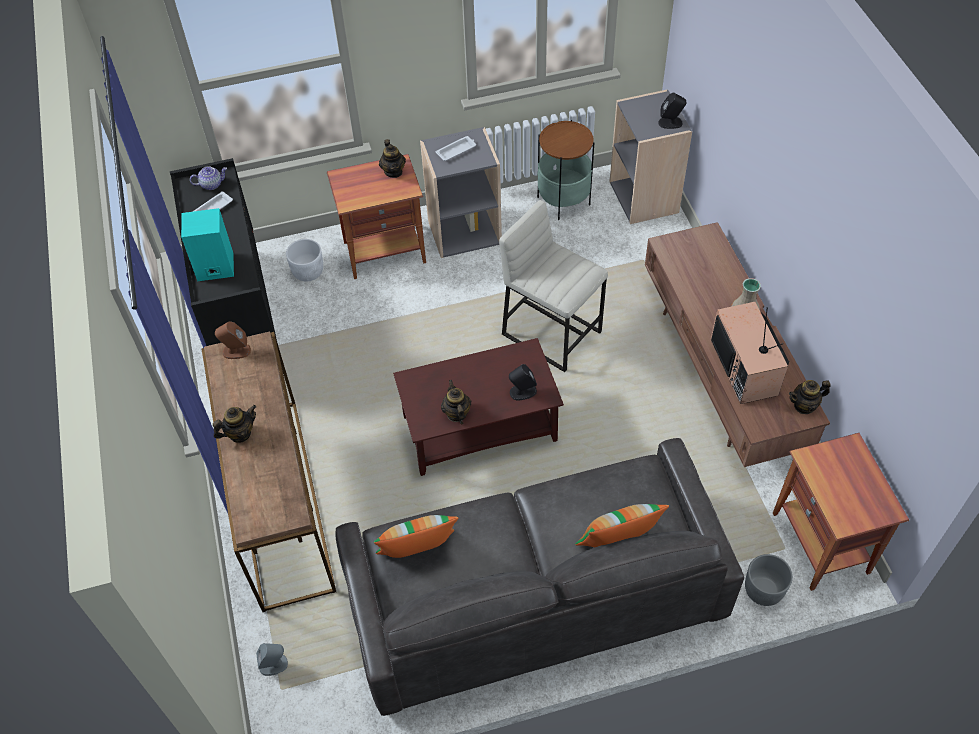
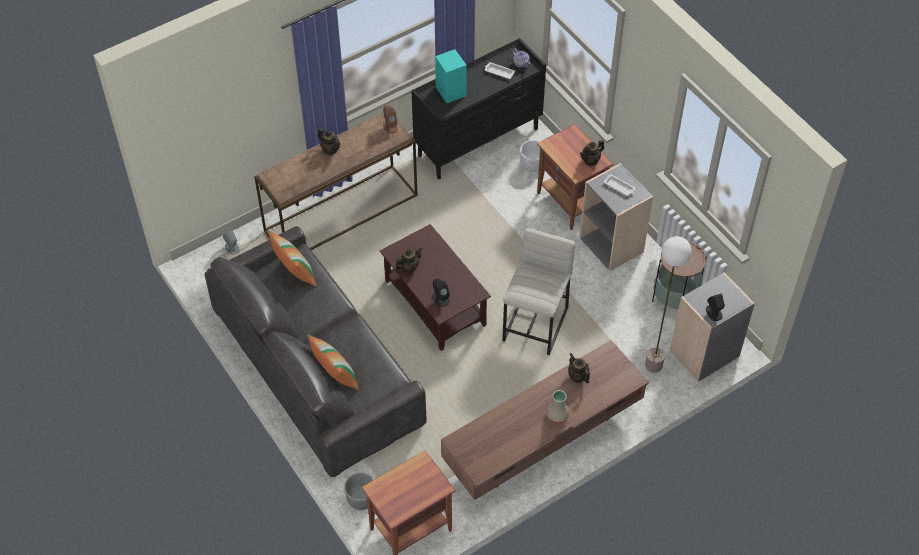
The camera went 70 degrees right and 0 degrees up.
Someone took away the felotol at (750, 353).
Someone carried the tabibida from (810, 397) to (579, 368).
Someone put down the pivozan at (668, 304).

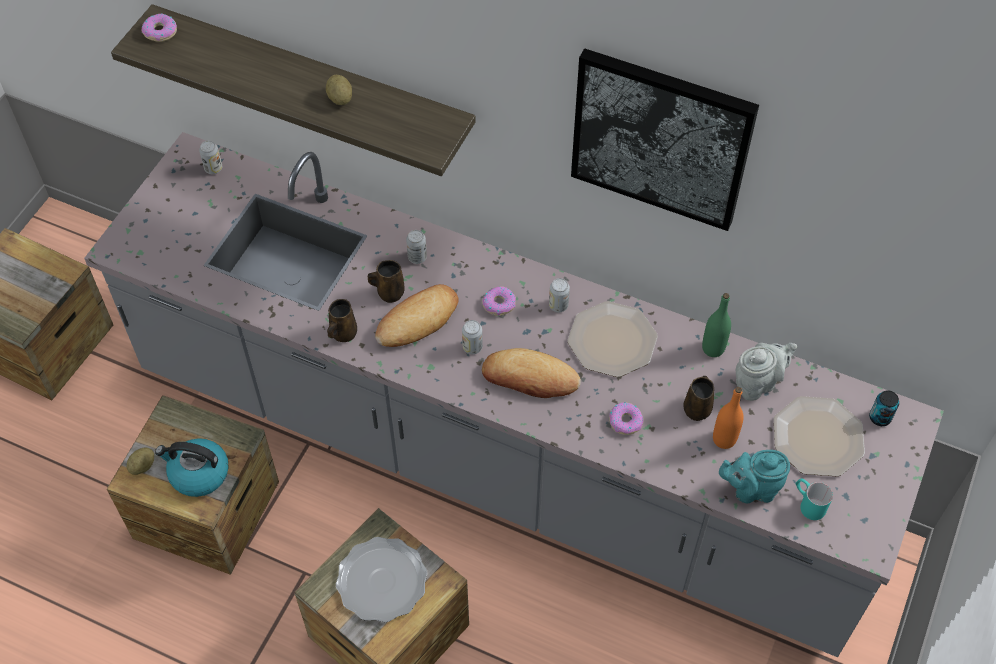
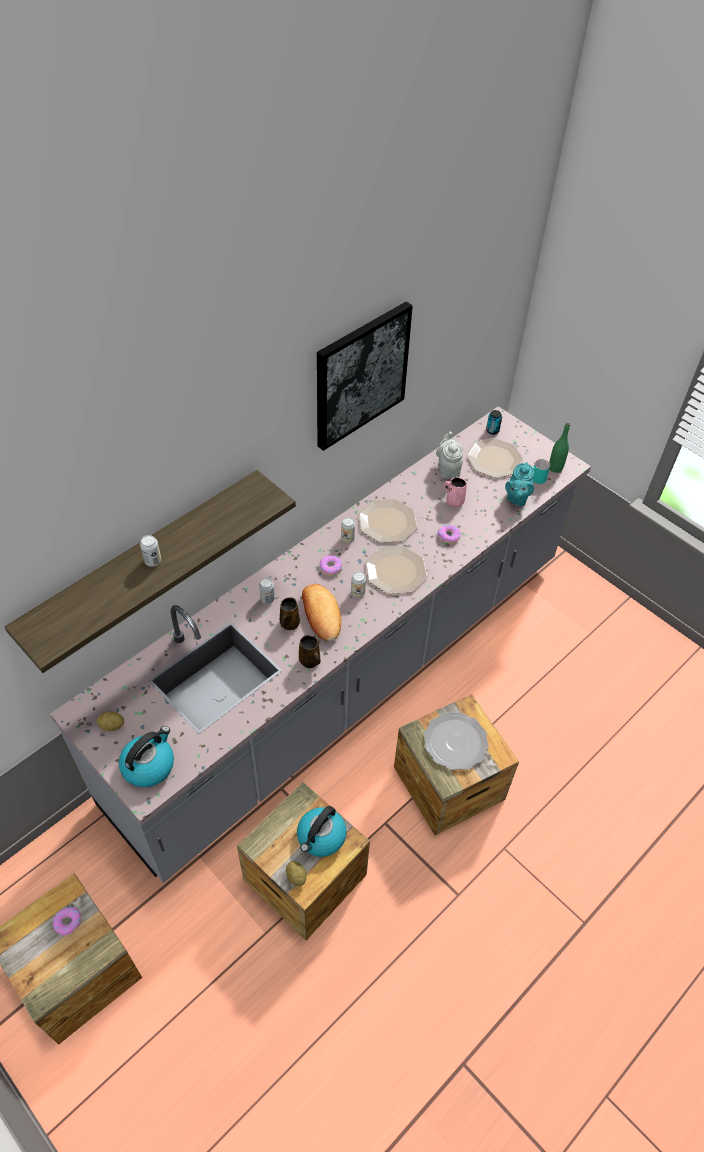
The camera went 70 degrees left and 5 degrees down.
Someone carried the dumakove from (159, 27) to (67, 921).
Someone carried the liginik from (210, 157) to (150, 550).
Someone carried the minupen from (339, 90) to (110, 721).
Someone swapped the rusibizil at (531, 373) for the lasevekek at (396, 570).
Someone repainted the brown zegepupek at (698, 398), which became the pink zegepupek at (455, 492).
Someone carried the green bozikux from (716, 325) to (559, 448).
Someone took away the orange bozikux at (728, 418).
Someone put down the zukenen at (146, 756).

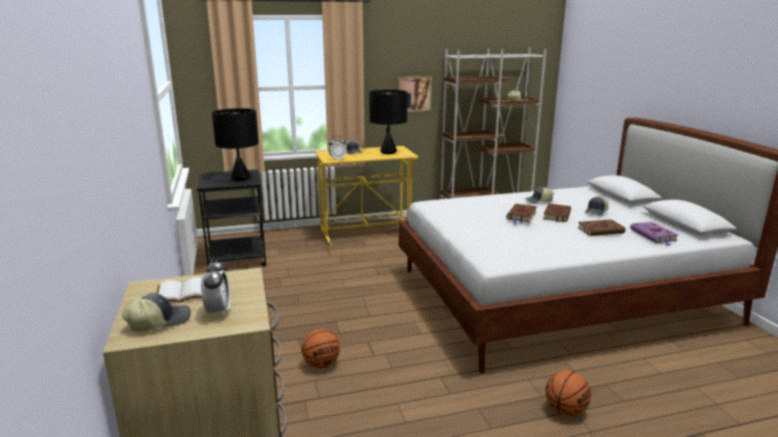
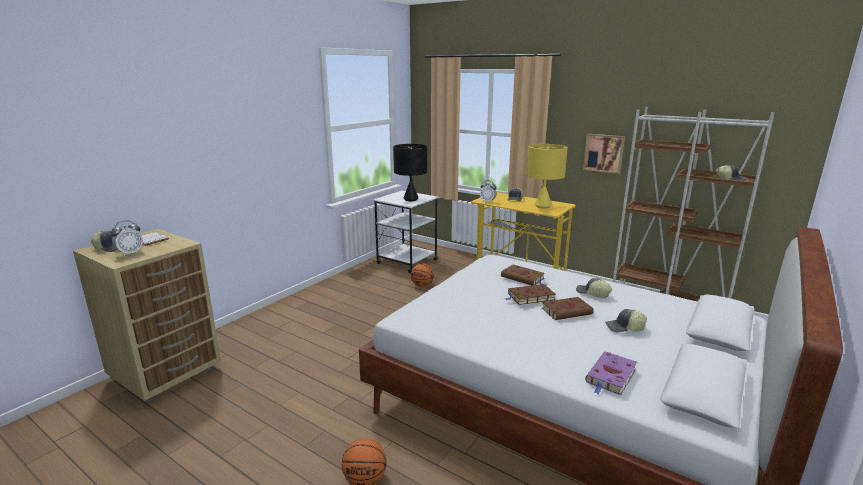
The camera went 50 degrees right and 0 degrees up.
Someone repainted the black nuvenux at (232, 220), which became the white nuvenux at (406, 232).
Someone carried the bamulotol from (321, 348) to (422, 275).
Someone repainted the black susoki at (388, 122), which became the yellow susoki at (547, 176).
Someone carried the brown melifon from (601, 227) to (523, 275).

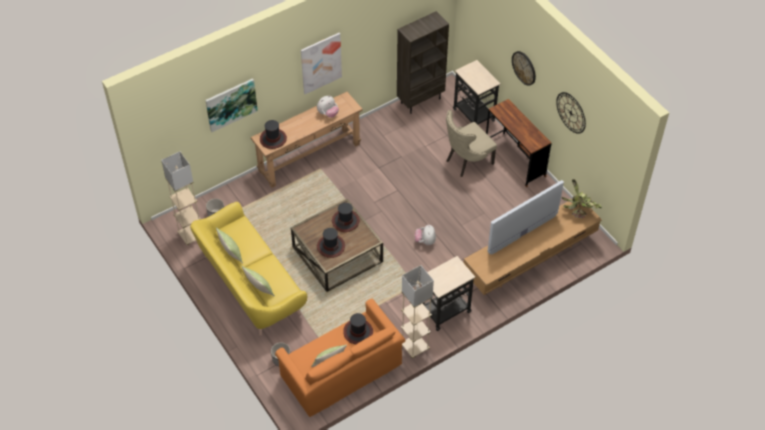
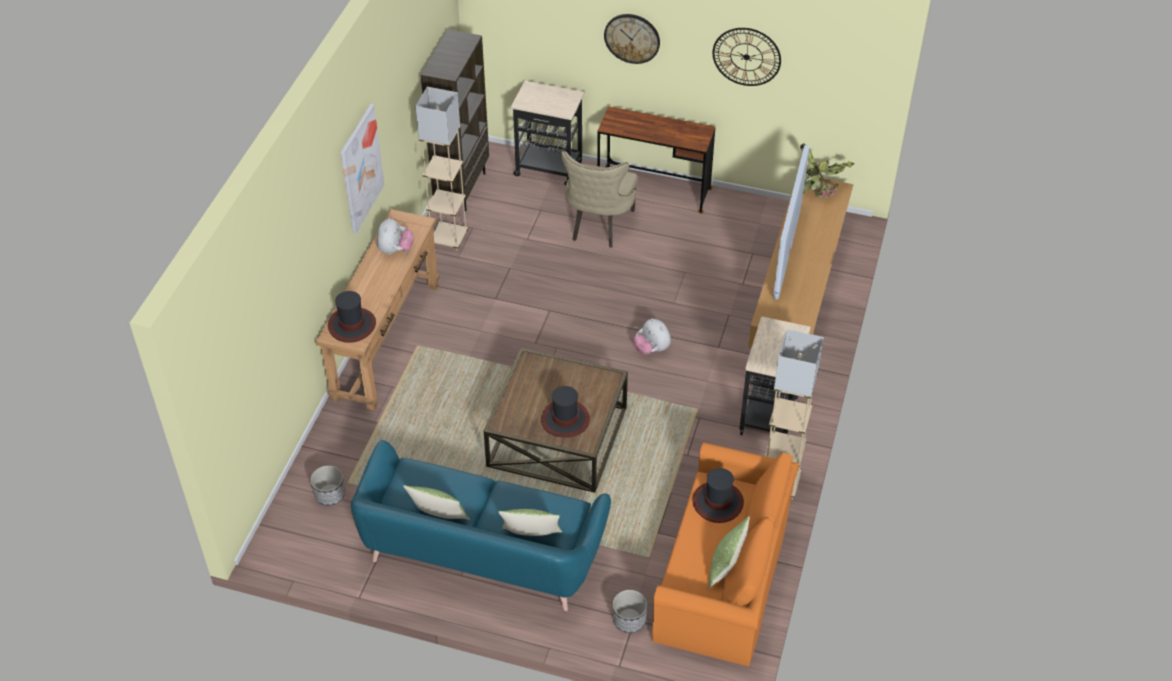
The camera went 40 degrees left and 5 degrees down.
Someone carried the beige pivozan from (181, 198) to (442, 168).
Someone repainted the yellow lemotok at (248, 269), which became the turquoise lemotok at (481, 525).
Someone took away the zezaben at (231, 105).
Someone took away the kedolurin at (346, 217).

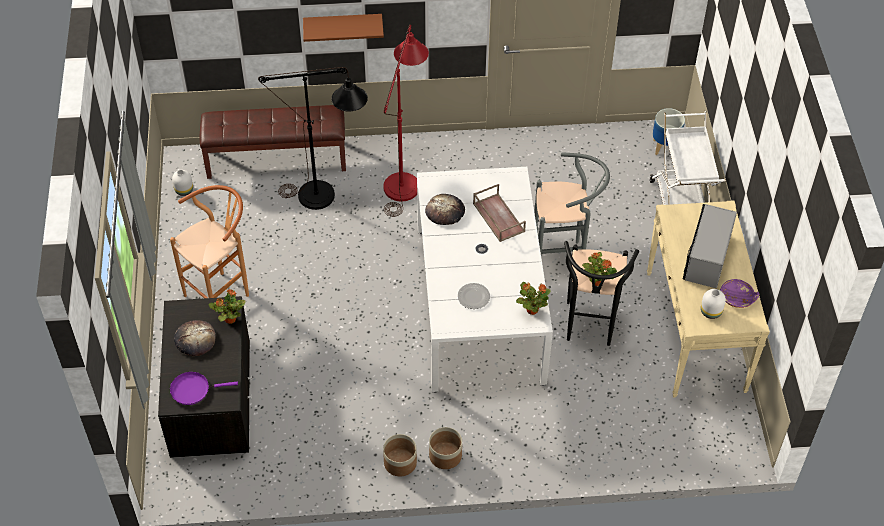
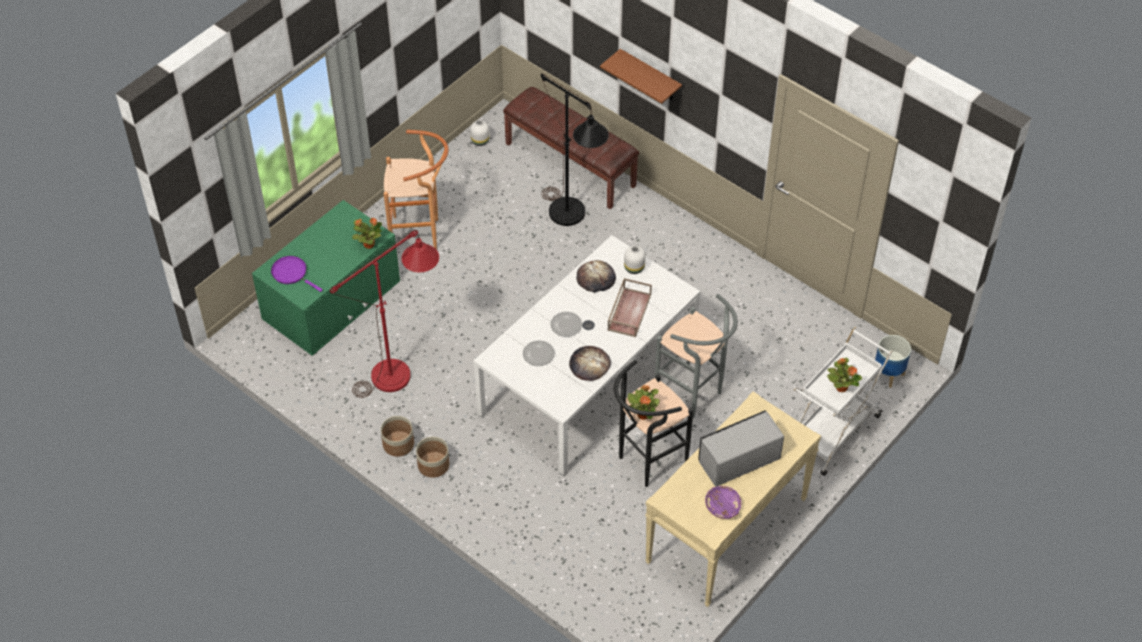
The camera went 45 degrees right and 0 degrees up.
Someone repainted the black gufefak at (205, 377), which became the green gufefak at (326, 278).
Someone carried the rusibizil from (194, 338) to (590, 363).
Someone carried the red pivozan from (406, 120) to (384, 314).
Someone carried the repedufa from (533, 298) to (844, 375).
Someone carried the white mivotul from (713, 304) to (634, 260).
Someone put down the lasevekek at (566, 324).

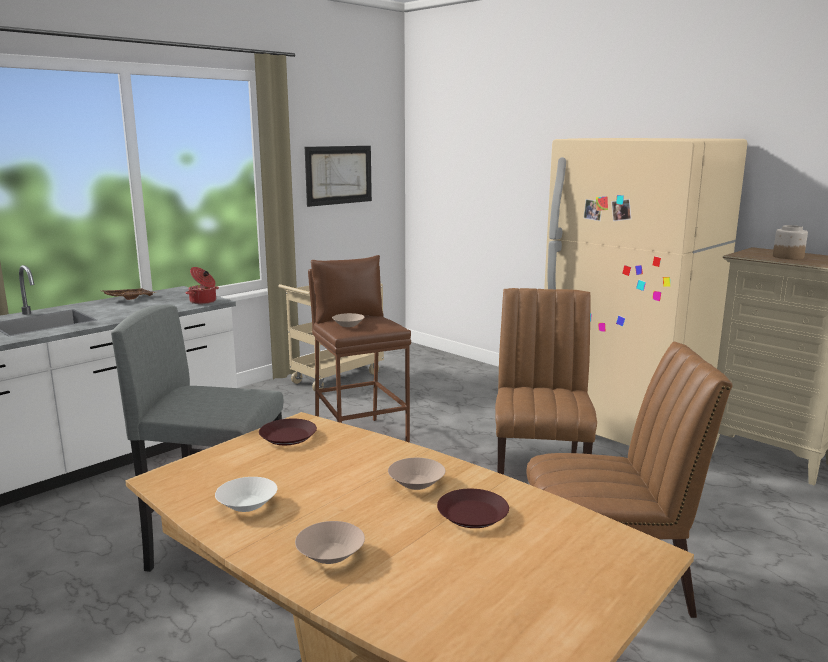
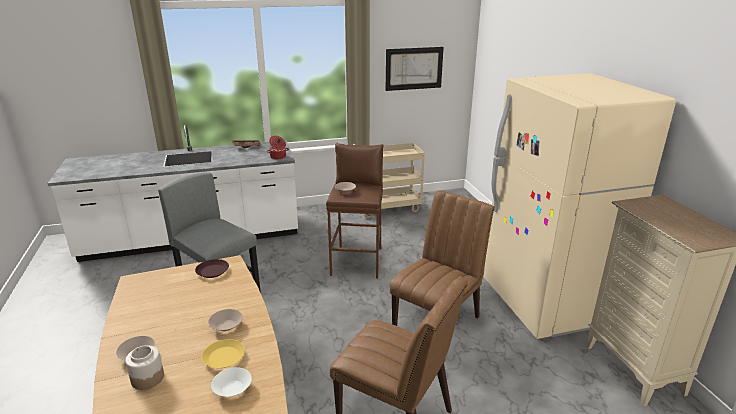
The camera went 30 degrees right and 10 degrees up.
Someone carried the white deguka from (246, 494) to (231, 382).
Someone repainted the brown lasevekek at (473, 508), which became the yellow lasevekek at (223, 353).
Someone carried the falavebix from (790, 242) to (144, 368).

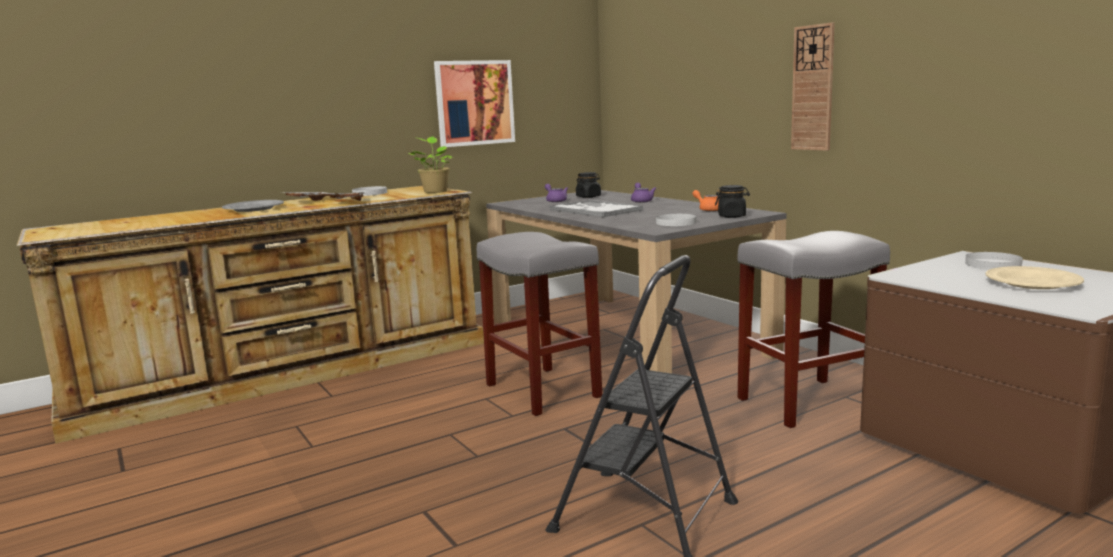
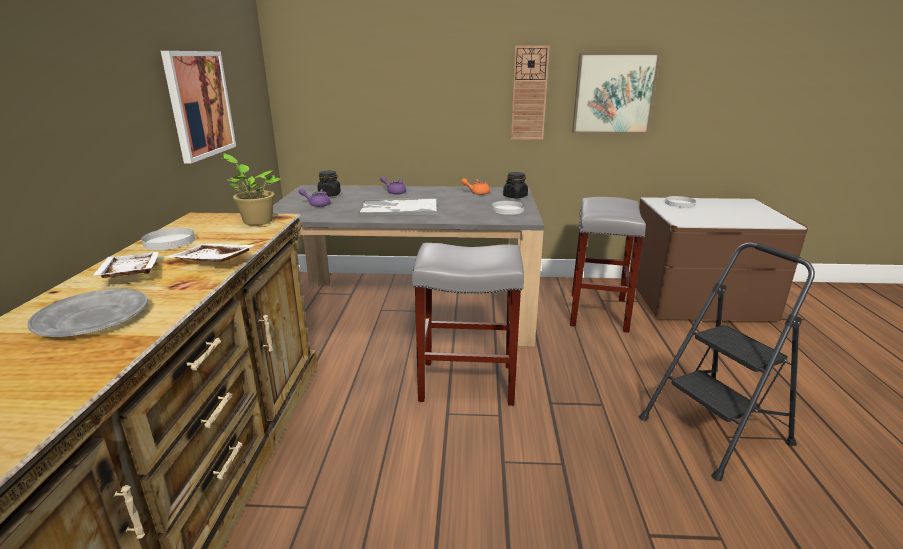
The camera went 55 degrees left and 10 degrees up.
Someone took away the beige lasevekek at (1034, 277).
Someone put up the zezaben at (616, 93).

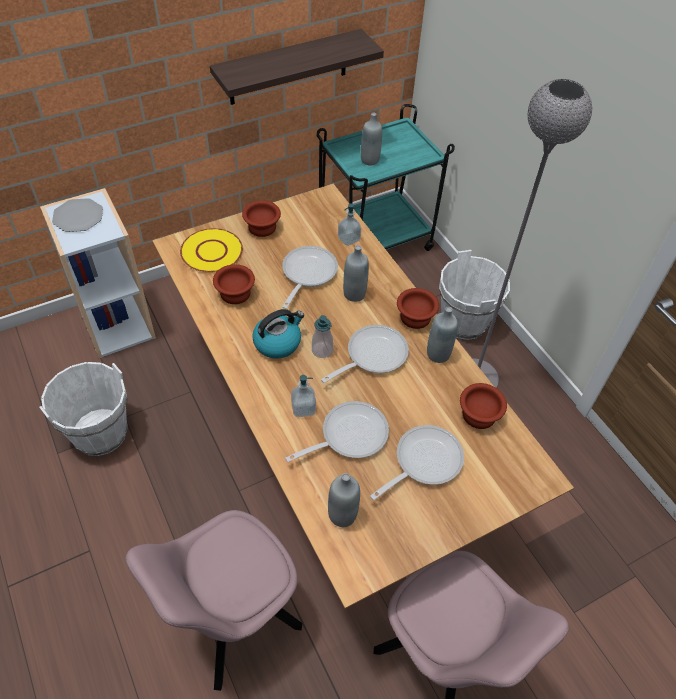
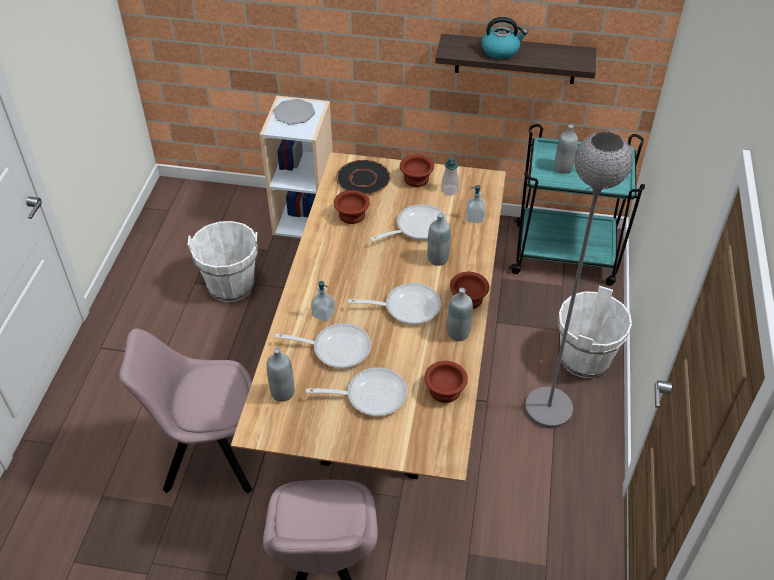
The camera went 40 degrees right and 5 degrees down.
Someone repainted the yellow lasevekek at (211, 250), which became the black lasevekek at (363, 177).
Someone carried the zukenen from (278, 334) to (504, 38).
Someone carried the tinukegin from (322, 336) to (450, 176).

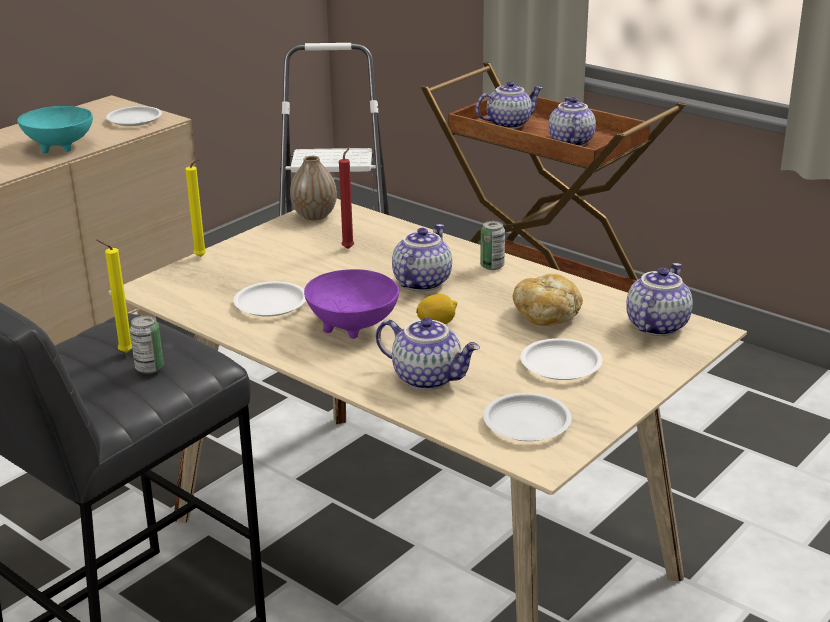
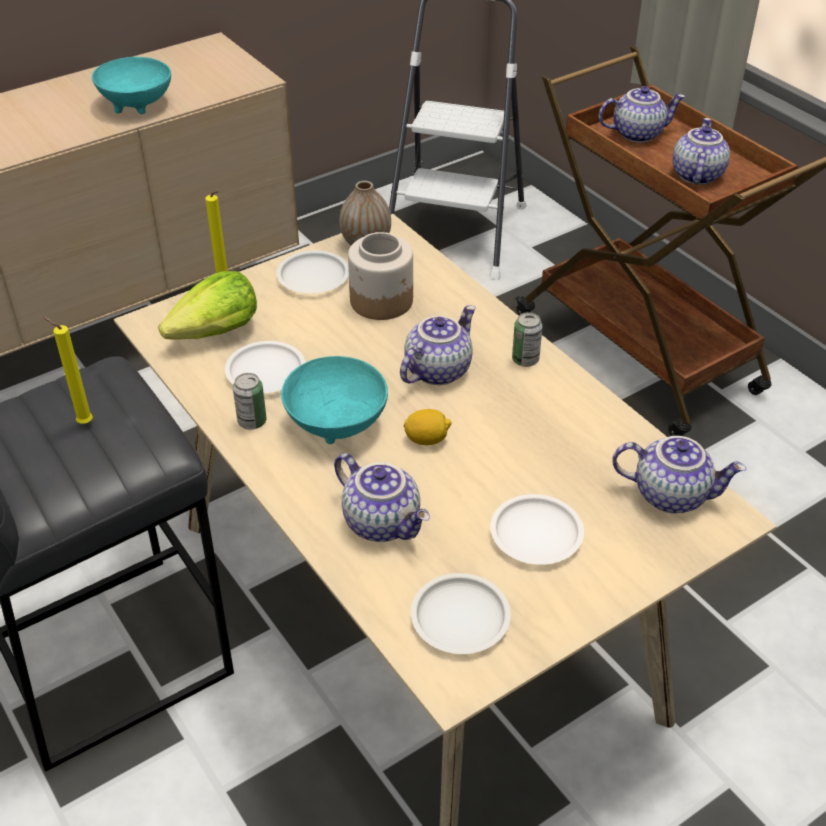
The camera went 15 degrees right and 15 degrees up.
Someone carried the white lasevekek from (134, 116) to (313, 272).
Someone carried the liginik from (147, 344) to (250, 401).
Someone repainted the purple deguka at (351, 304), which became the turquoise deguka at (334, 400).
Someone swapped the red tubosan at (346, 198) for the falavebix at (380, 276).
Someone took away the rusibizil at (548, 300).
Someone rotated the tabibida at (659, 299) by 60 degrees clockwise.
Someone put down the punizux at (207, 305).

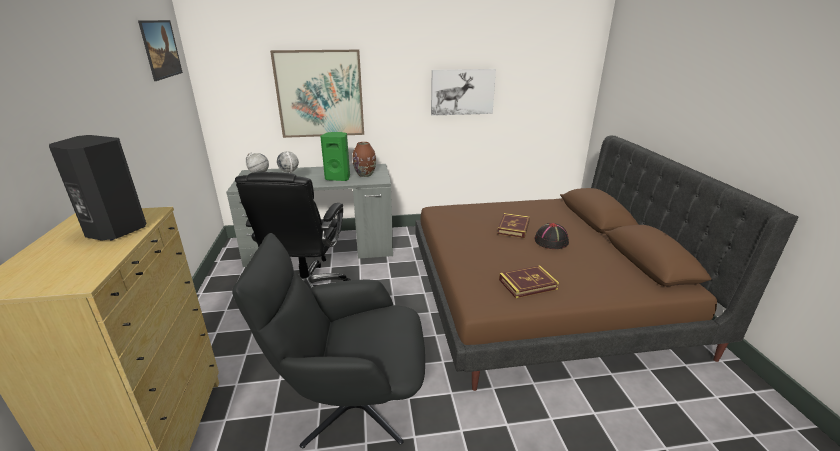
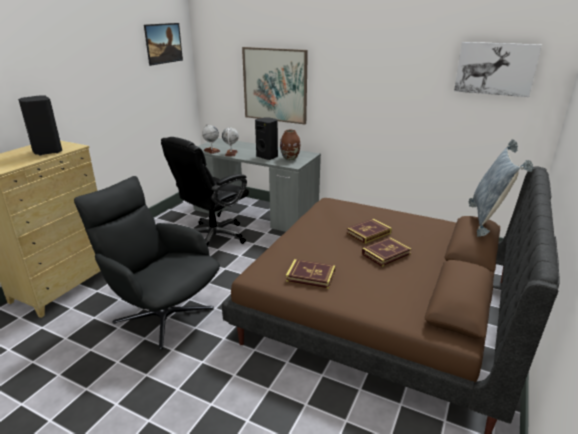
The camera went 35 degrees right and 0 degrees up.
Someone repainted the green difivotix at (335, 156), which became the black difivotix at (266, 138).
Someone carried the zezaben from (463, 92) to (498, 69).
Someone swapped the black kedolurin at (552, 236) for the melifon at (386, 252).
Someone put down the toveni at (500, 188).

